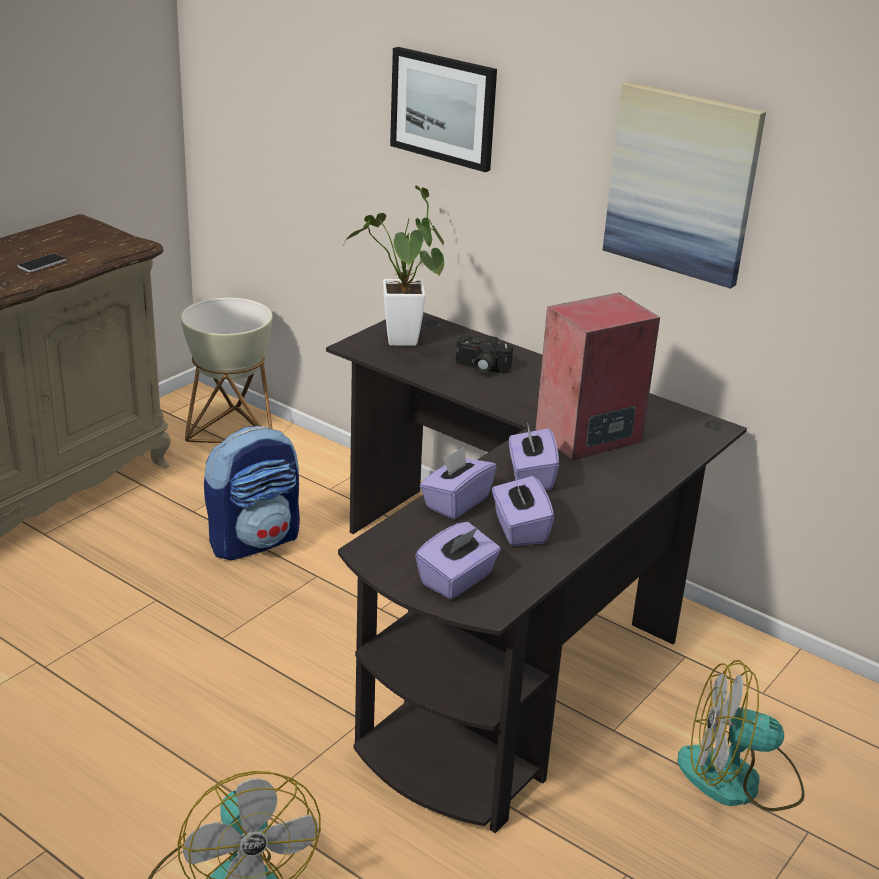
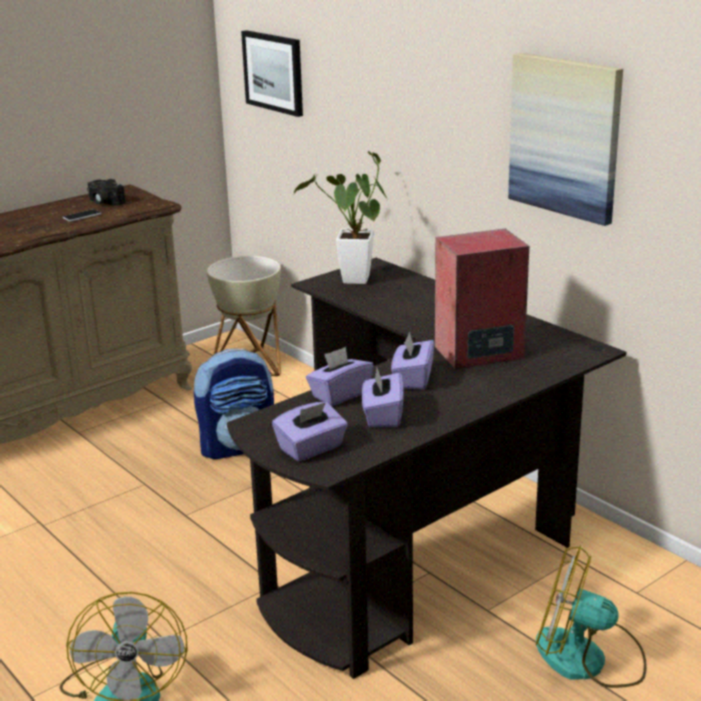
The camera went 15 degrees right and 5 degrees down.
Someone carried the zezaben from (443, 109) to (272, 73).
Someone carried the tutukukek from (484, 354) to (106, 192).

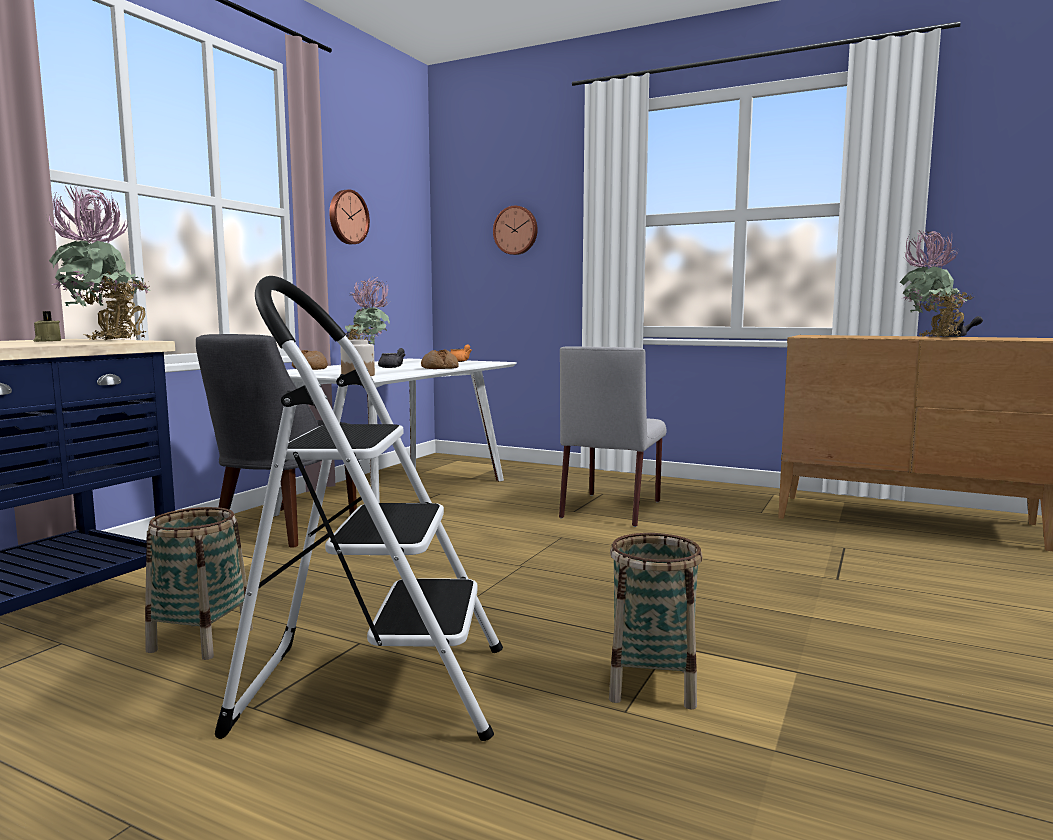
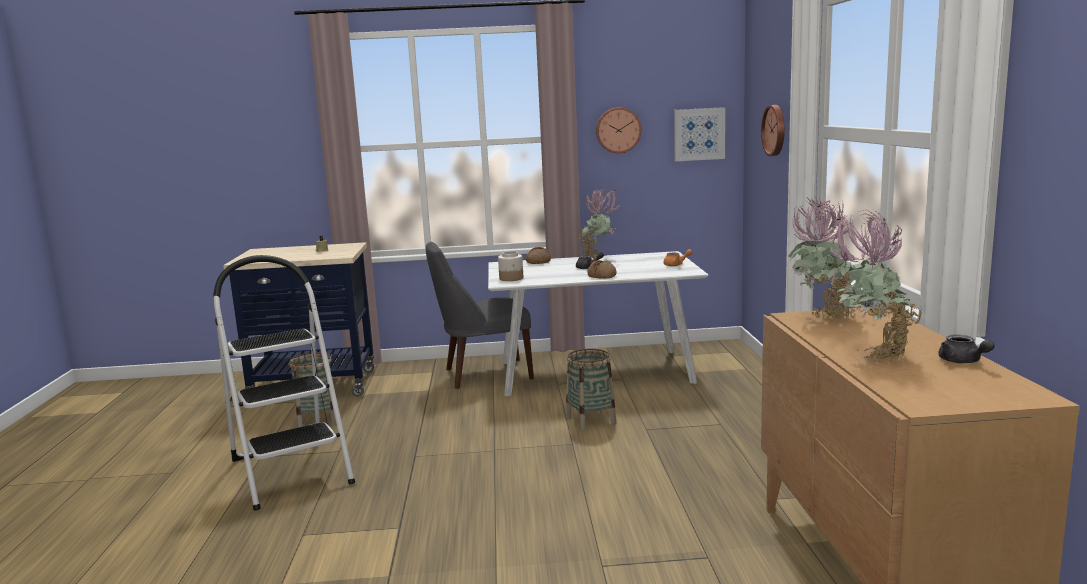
The camera went 60 degrees right and 5 degrees up.
Someone carried the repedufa from (98, 263) to (824, 258).
Someone took away the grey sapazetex at (612, 436).
Someone carried the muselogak from (655, 621) to (591, 390).
Someone put up the zezaben at (699, 134).

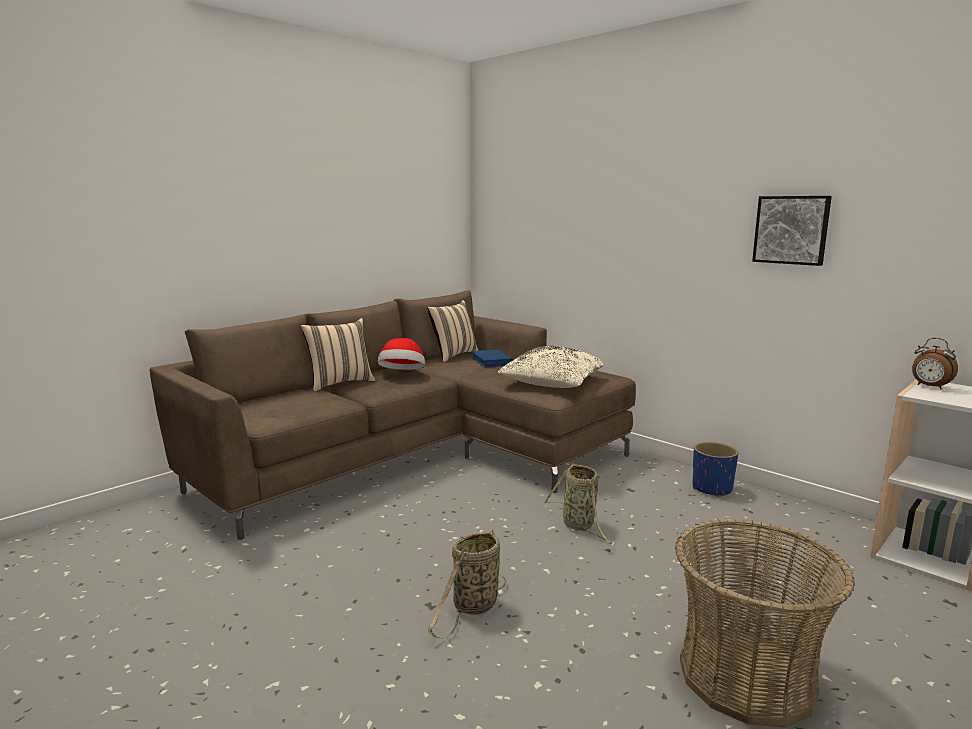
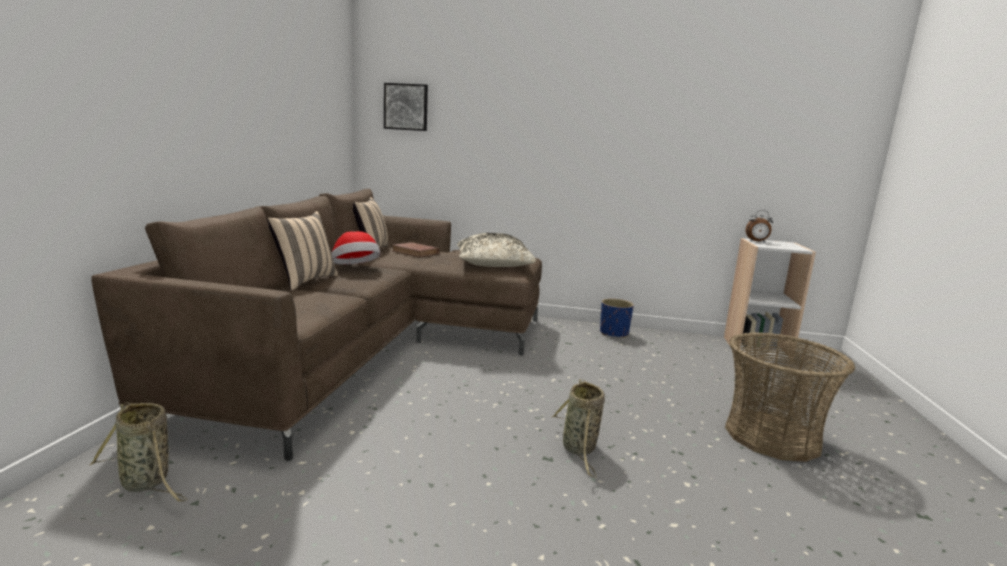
The camera went 35 degrees left and 0 degrees up.
Someone repainted the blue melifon at (492, 358), which became the brown melifon at (415, 249).
Someone carried the muselogak from (577, 503) to (138, 452).
Someone carried the zezaben from (792, 231) to (406, 107).

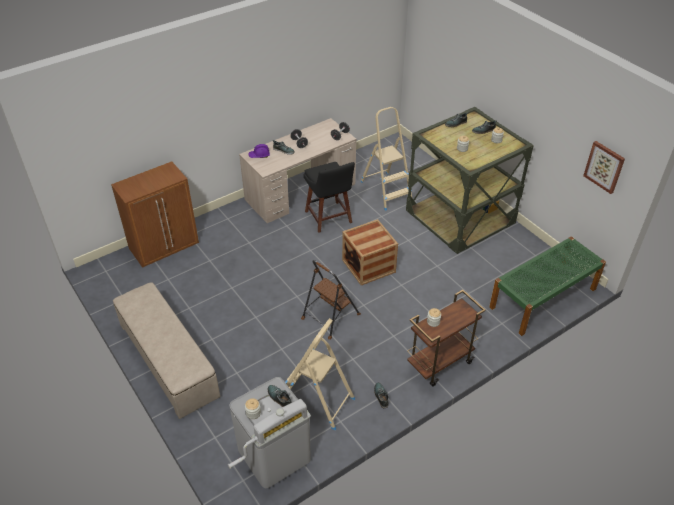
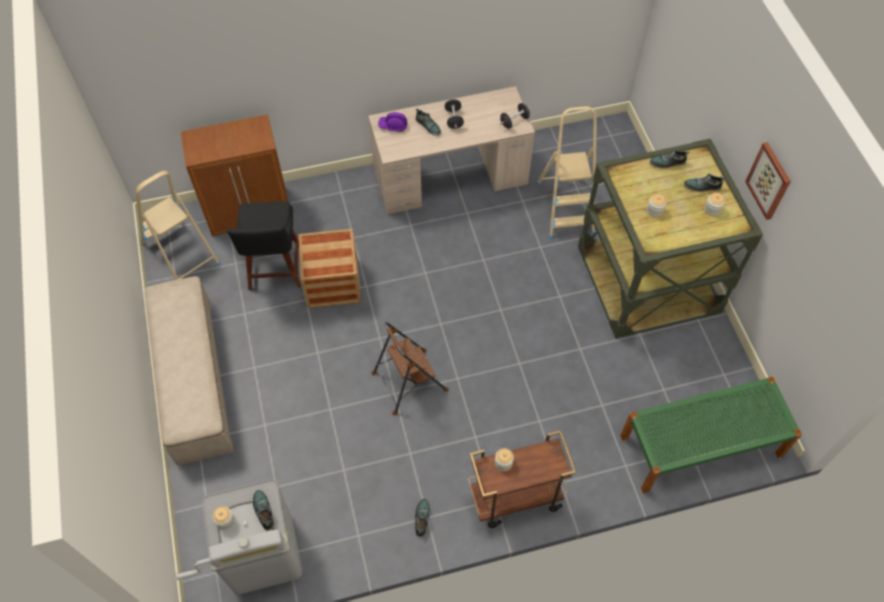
The camera went 20 degrees right and 15 degrees up.
Someone carried the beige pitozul from (320, 374) to (178, 225).
Someone carried the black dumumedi from (329, 197) to (264, 245).
Someone carried the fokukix from (370, 252) to (329, 268).
Someone carried the zezaben from (604, 167) to (768, 181).

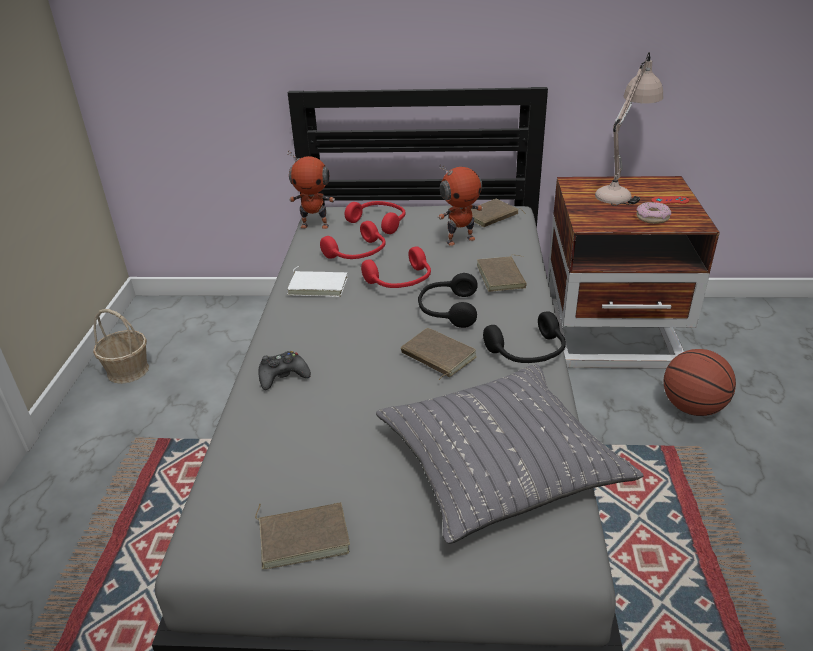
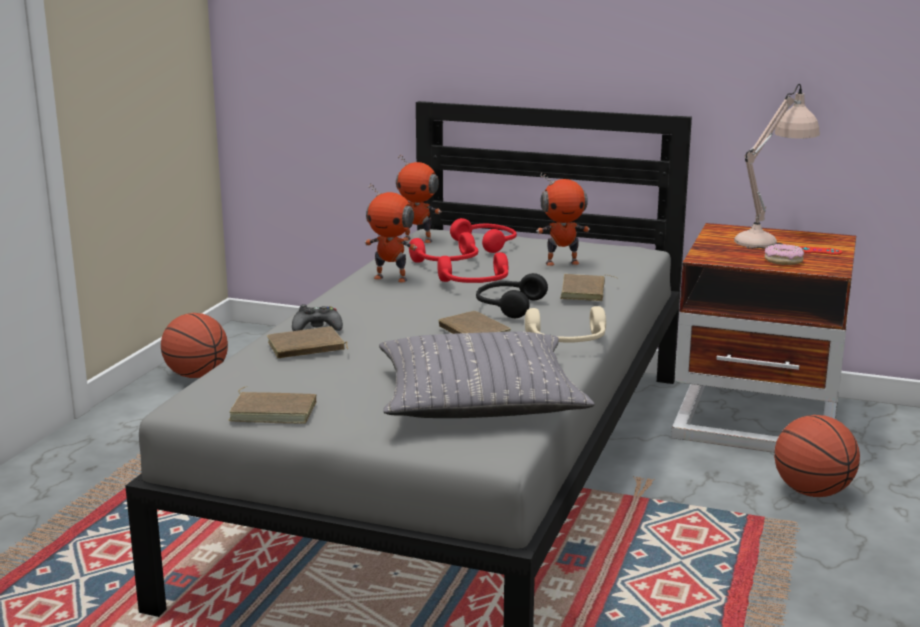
The camera went 15 degrees right and 15 degrees down.
Someone swapped the muselogak at (121, 346) for the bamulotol at (194, 345).
Someone swapped the white melifon at (317, 281) for the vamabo at (391, 233).
Someone carried the brown melifon from (498, 213) to (307, 342).
Someone repainted the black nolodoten at (524, 337), which became the beige nolodoten at (565, 324).

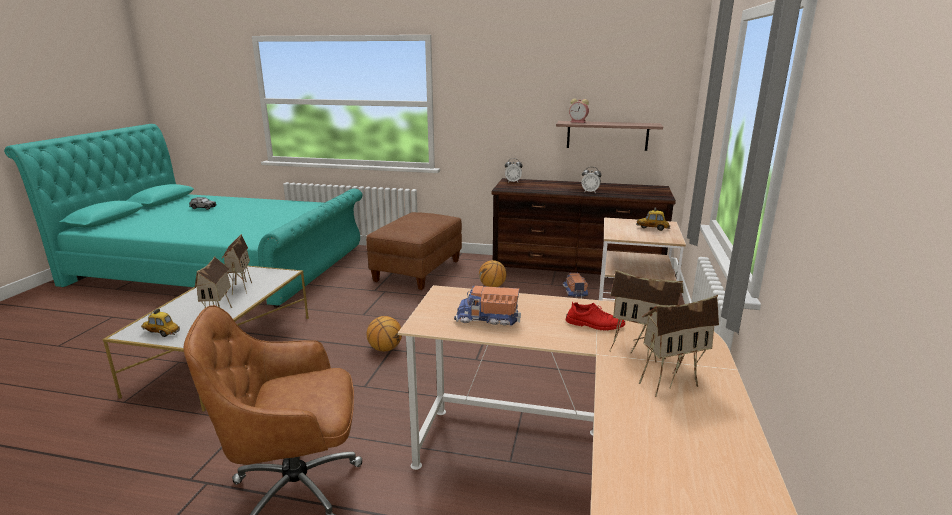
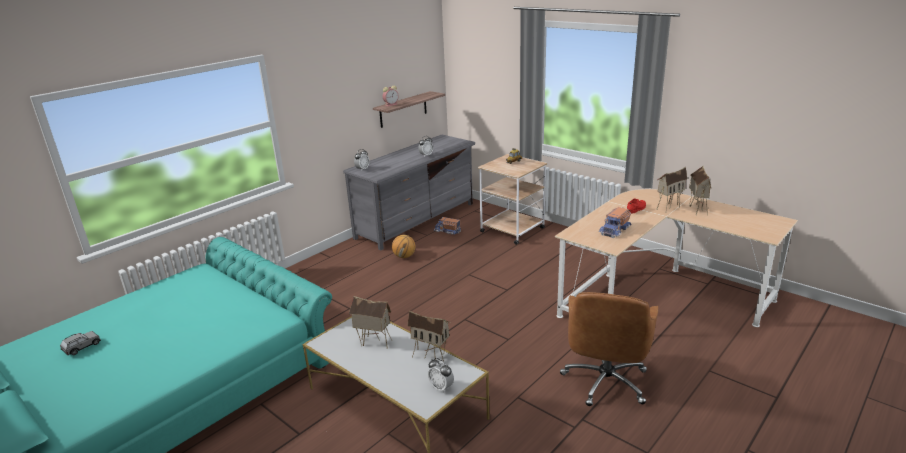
The camera went 60 degrees left and 5 degrees up.
Someone swapped the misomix at (160, 323) for the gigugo at (441, 375).
Someone took away the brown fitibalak at (414, 251).
Someone took away the bamulotol at (384, 334).
Someone repainted the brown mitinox at (584, 226), which became the grey mitinox at (409, 193).

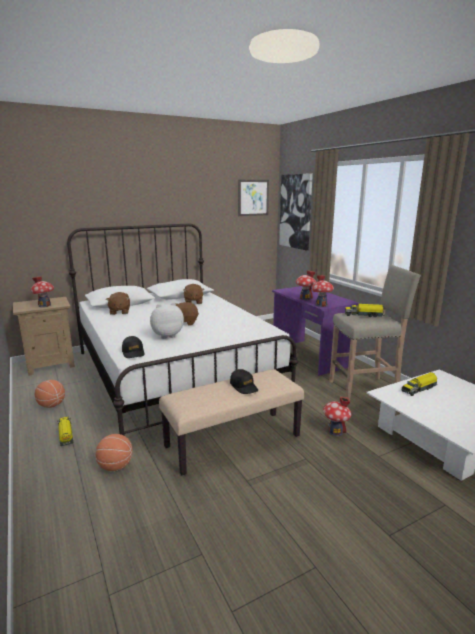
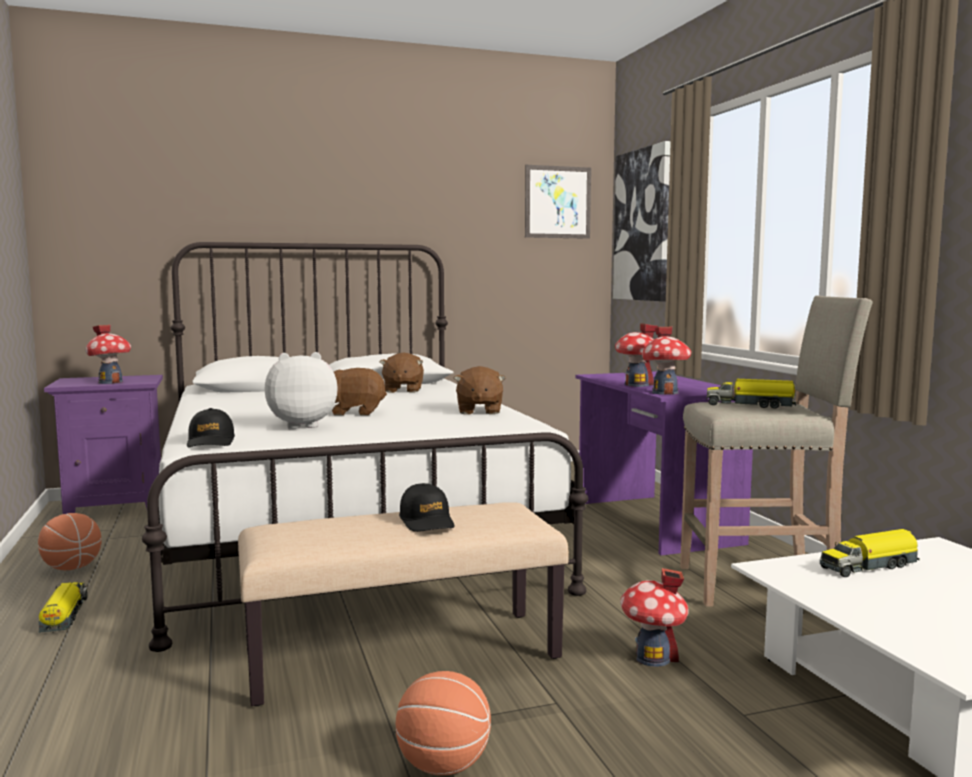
The camera went 10 degrees right and 10 degrees down.
Someone repainted the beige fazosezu at (44, 336), which became the purple fazosezu at (103, 444).
Someone carried the bamulotol from (114, 452) to (443, 723).
Someone carried the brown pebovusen from (118, 303) to (480, 390).

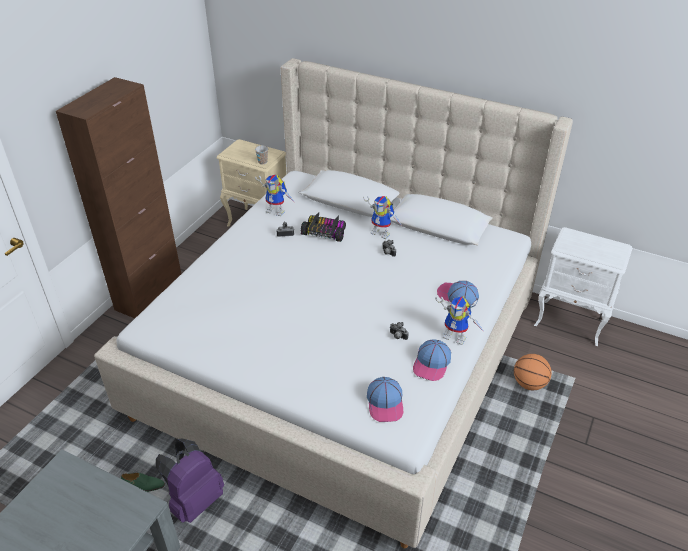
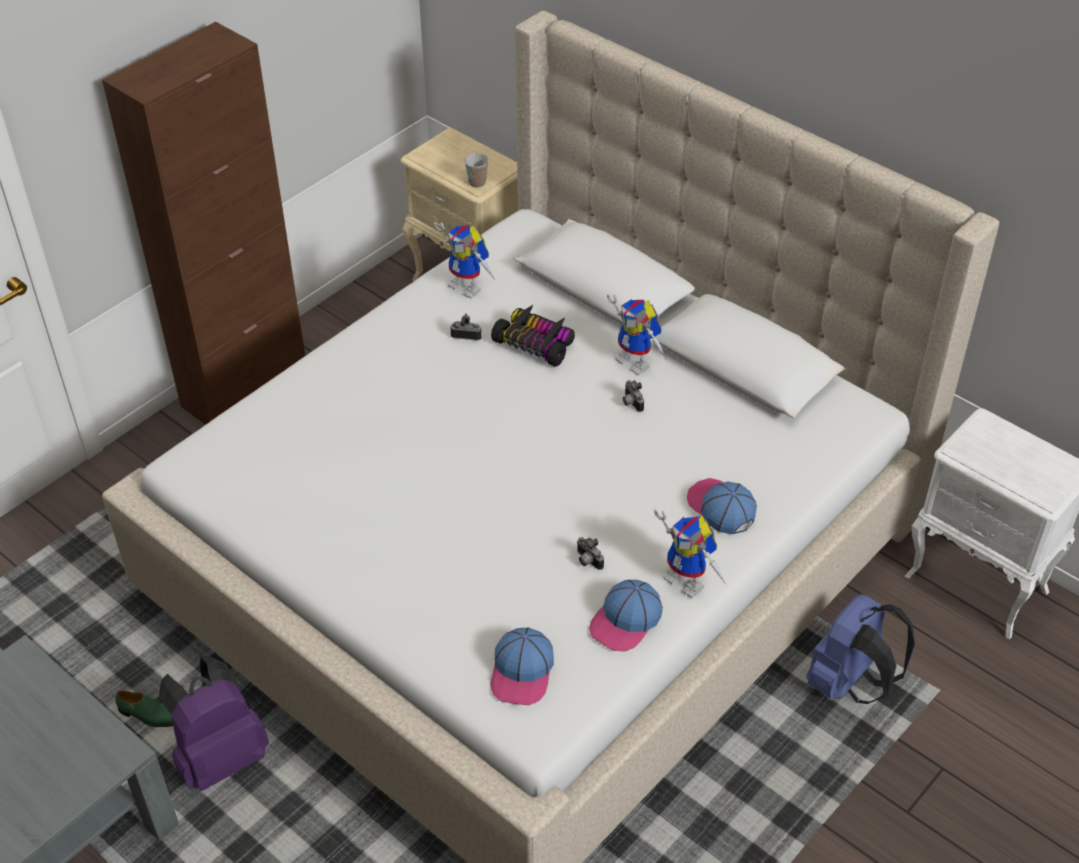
The camera went 15 degrees right and 5 degrees up.
Someone swapped the bamulotol at (533, 372) for the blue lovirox at (860, 649).

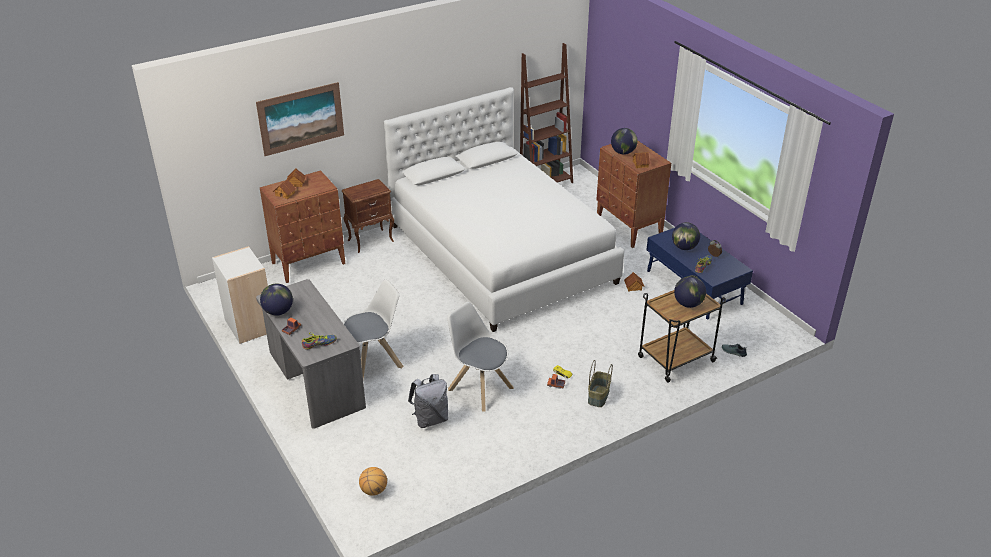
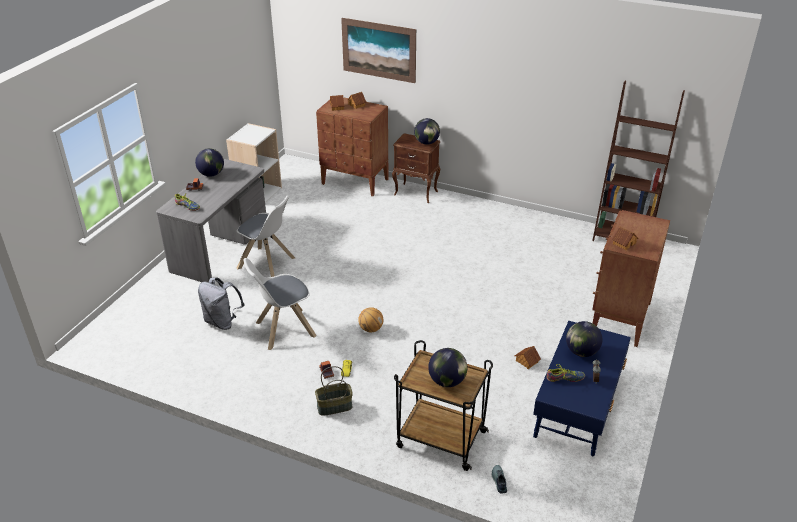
The camera went 55 degrees right and 0 degrees up.
Someone carried the bamulotol from (373, 481) to (370, 319).
Someone took away the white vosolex at (504, 209).
Someone rotated the sapazetex at (480, 357) by 120 degrees counterclockwise.
Someone carried the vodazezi from (624, 141) to (427, 131).

